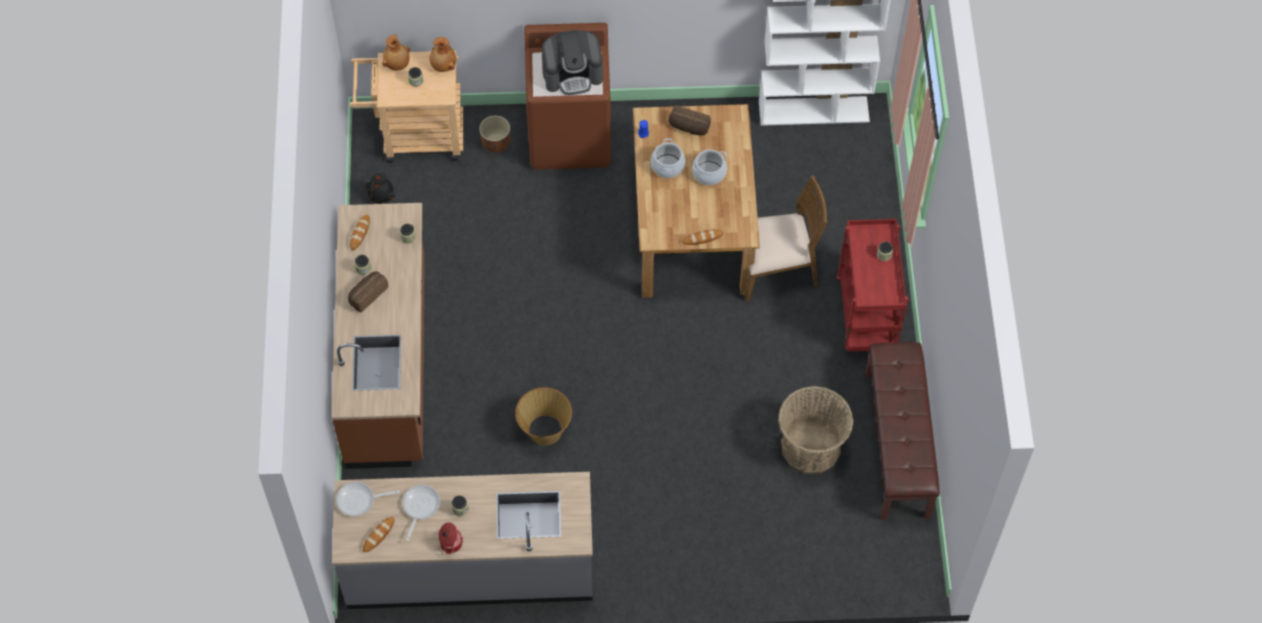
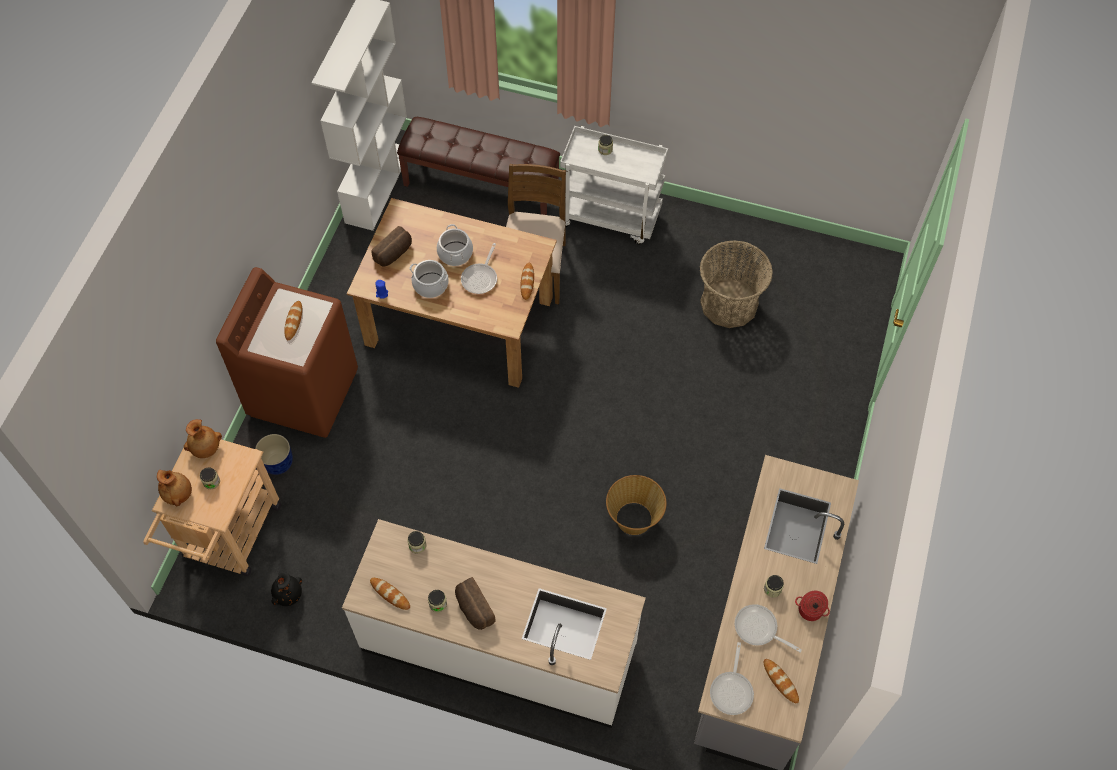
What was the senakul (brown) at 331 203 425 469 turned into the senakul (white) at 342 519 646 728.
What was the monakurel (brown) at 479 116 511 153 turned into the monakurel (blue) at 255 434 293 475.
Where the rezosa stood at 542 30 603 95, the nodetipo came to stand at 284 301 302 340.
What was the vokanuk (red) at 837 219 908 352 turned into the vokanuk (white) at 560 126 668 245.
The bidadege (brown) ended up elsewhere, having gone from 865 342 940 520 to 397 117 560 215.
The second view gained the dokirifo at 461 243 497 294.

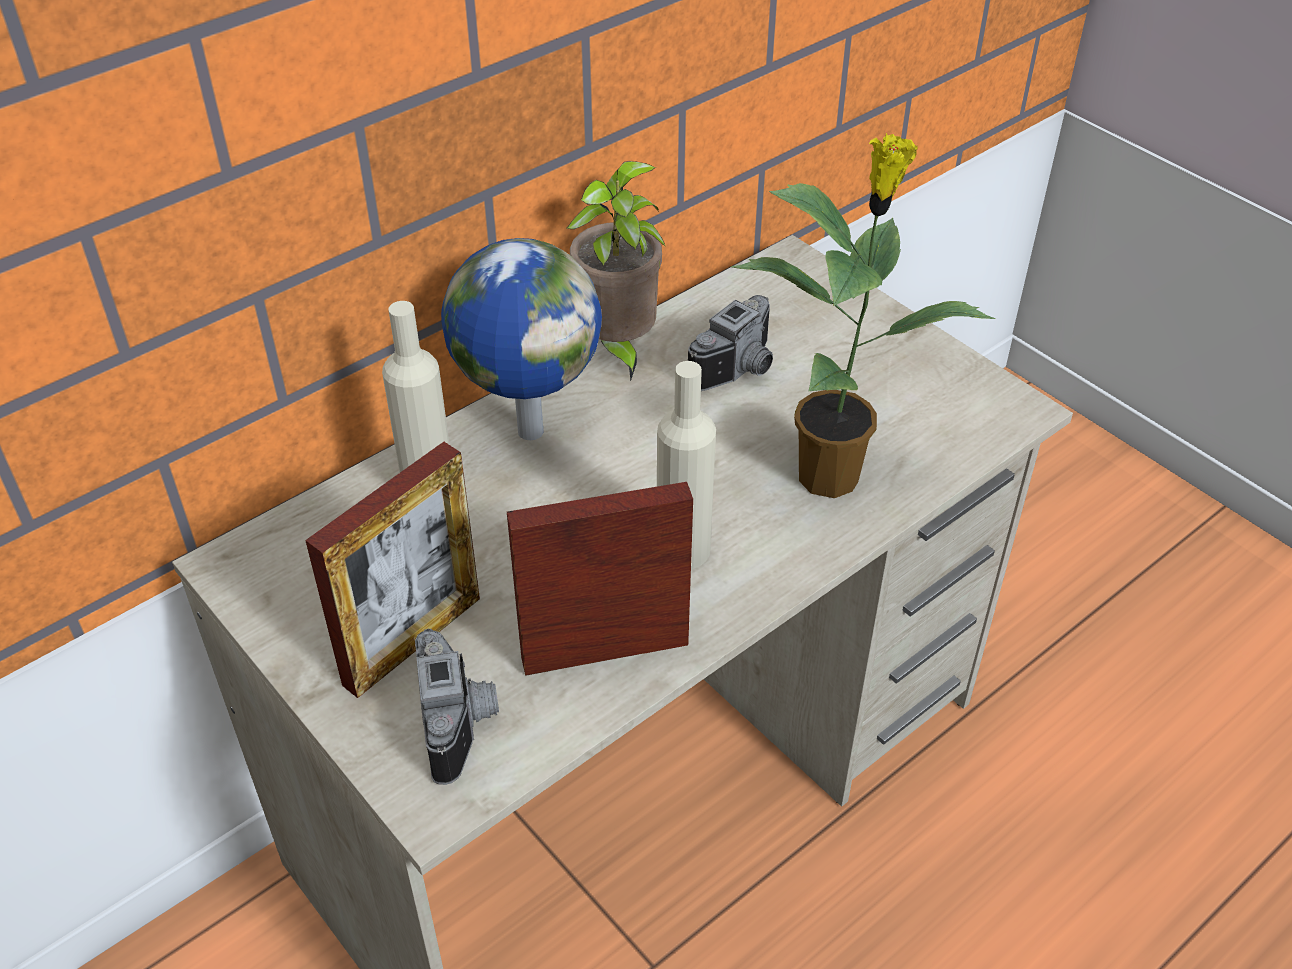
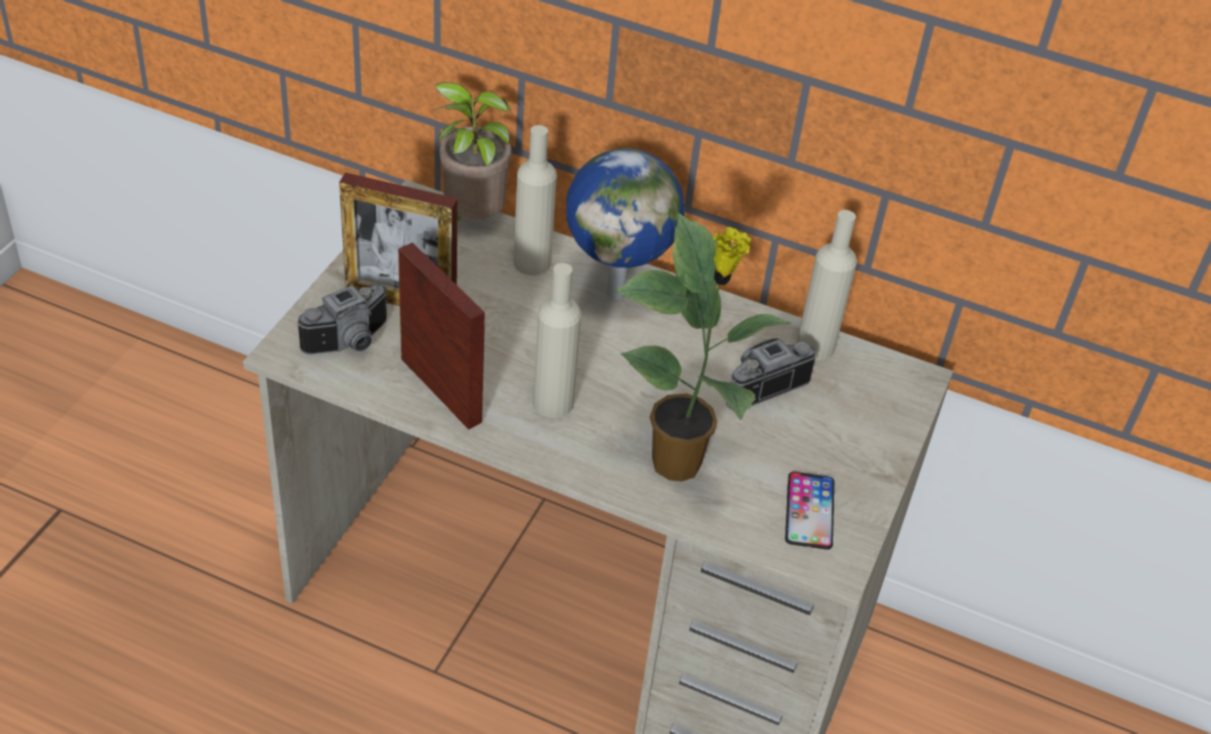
The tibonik ended up elsewhere, having gone from 567 161 666 382 to 430 83 512 223.
The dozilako at 688 295 773 391 ended up facing another way, 135 degrees clockwise from before.
The second view gained the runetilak at 785 472 834 550.
The second view gained the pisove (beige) at 796 210 857 360.

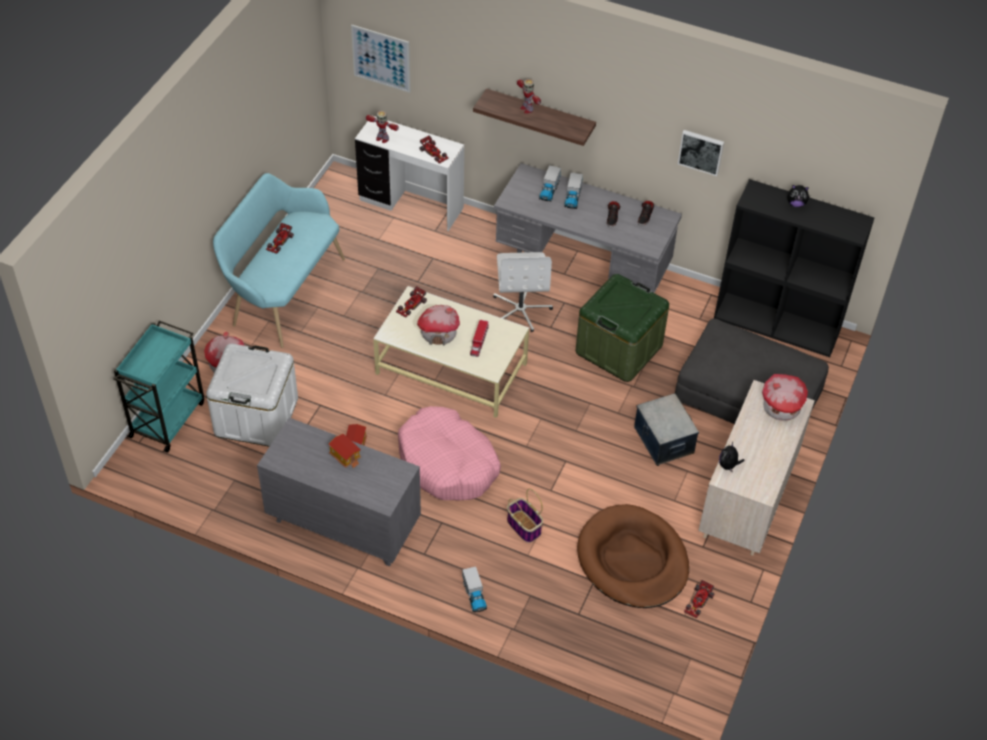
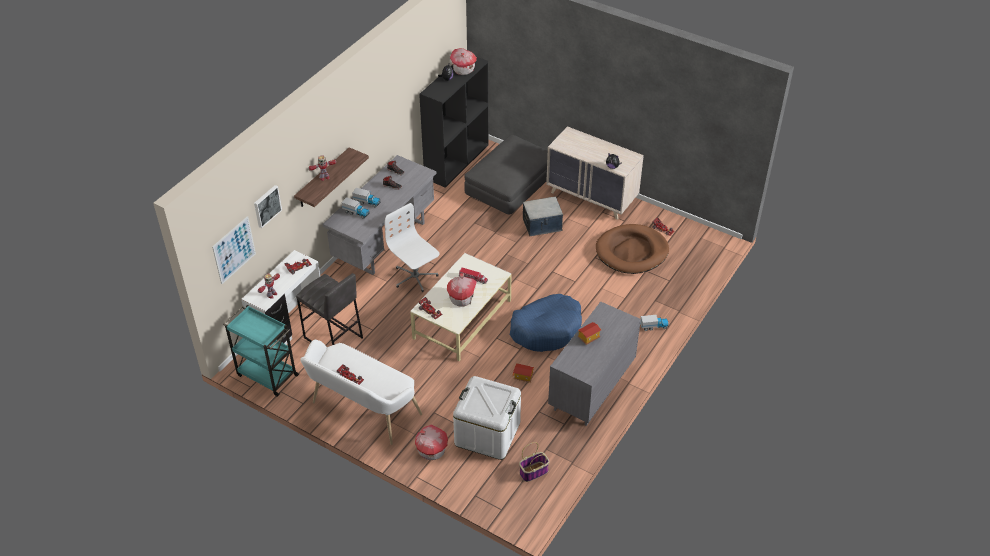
The vokanuk (turquoise) ended up elsewhere, having gone from 113 321 204 453 to 223 305 299 397.
What was the bidadege (turquoise) at 213 173 345 348 turned into the bidadege (white) at 300 340 422 445.
What was the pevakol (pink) at 398 406 501 501 turned into the pevakol (blue) at 510 294 582 352.
The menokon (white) at 493 252 553 332 ended up facing another way, 135 degrees counterclockwise from before.
The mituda ended up elsewhere, having gone from 507 488 543 543 to 519 442 550 482.
The second view lost the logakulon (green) at 576 274 669 382.
The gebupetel ended up elsewhere, having gone from 678 130 724 176 to 254 185 282 228.
The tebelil ended up elsewhere, having gone from 762 374 808 421 to 450 48 477 75.
The second view gained the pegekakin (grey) at 296 273 363 345.

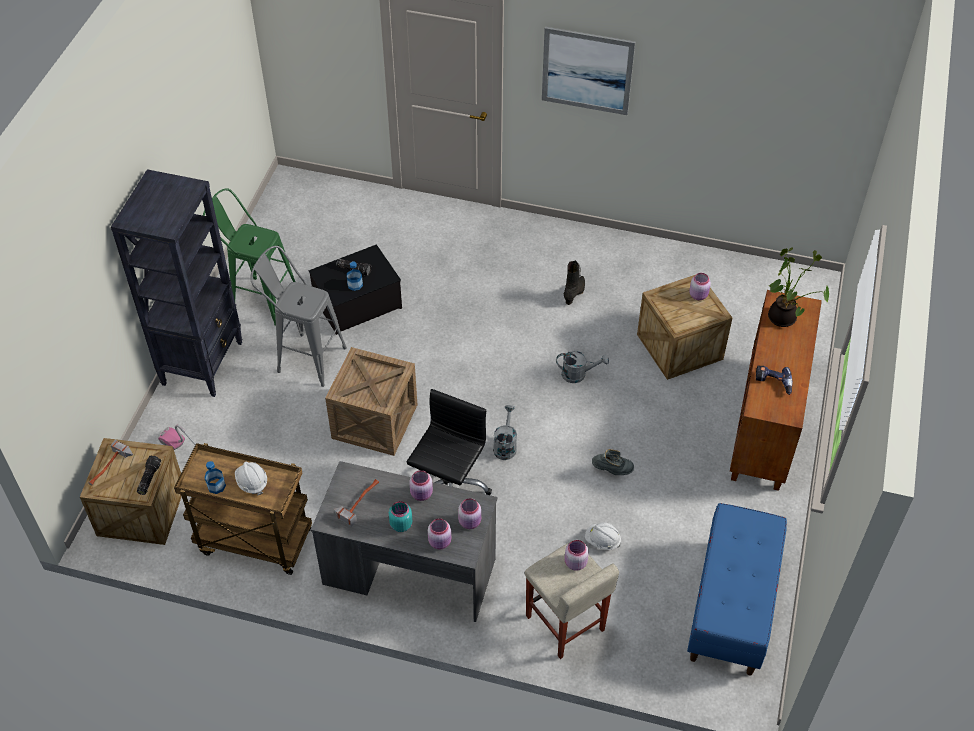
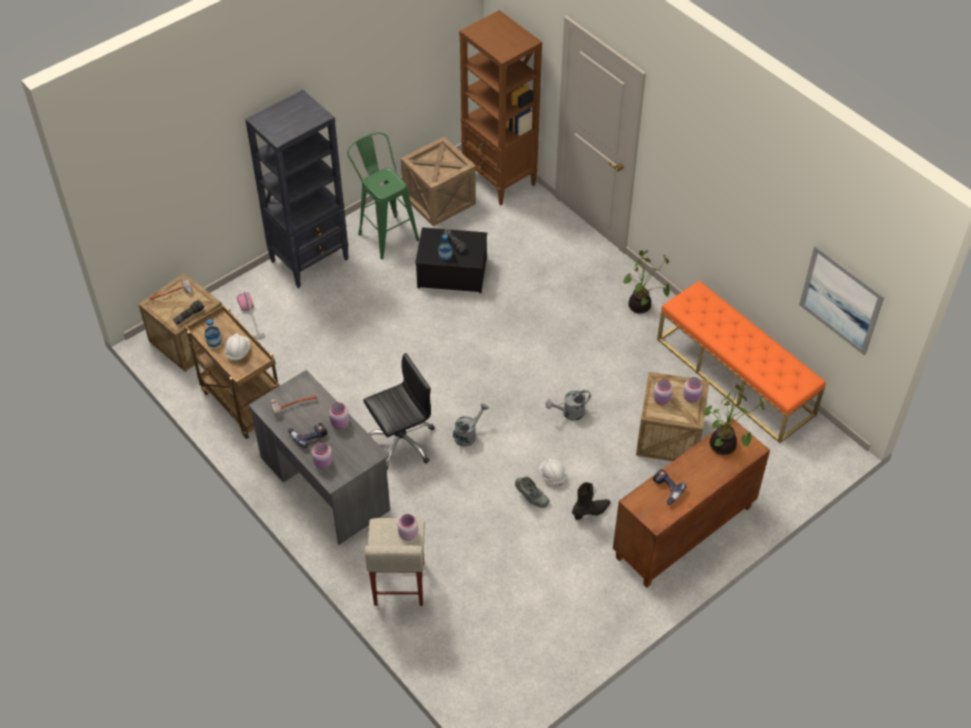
The second view lost the pegekakin (grey) at 251 246 347 387.
The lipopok ended up elsewhere, having gone from 325 347 417 456 to 401 137 476 226.
Where the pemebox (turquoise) stood at 389 501 412 532, the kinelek came to stand at 288 423 327 448.
The pemebox (pink) ended up elsewhere, having gone from 458 498 481 529 to 653 379 673 404.
The gebupetel ended up elsewhere, having gone from 542 27 635 115 to 799 246 885 355.
The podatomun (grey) at 556 351 609 383 ended up facing another way, 120 degrees clockwise from before.
The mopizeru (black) ended up elsewhere, having gone from 564 260 585 305 to 572 482 610 520.
The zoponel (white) ended up elsewhere, having gone from 585 522 621 550 to 539 459 566 486.
The second view lost the bidadege (blue) at 687 503 787 676.
The second view gained the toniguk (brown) at 459 10 542 205.
The second view gained the tibonik at 623 250 670 314.
The second view gained the bidadege (orange) at 657 280 826 443.

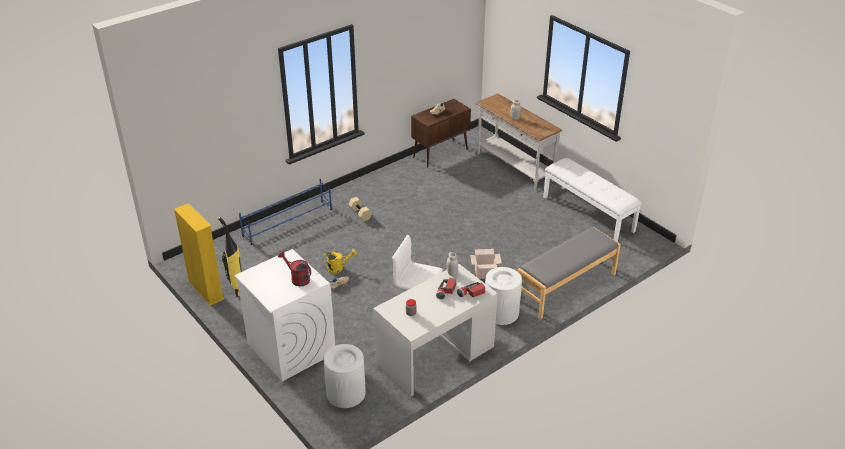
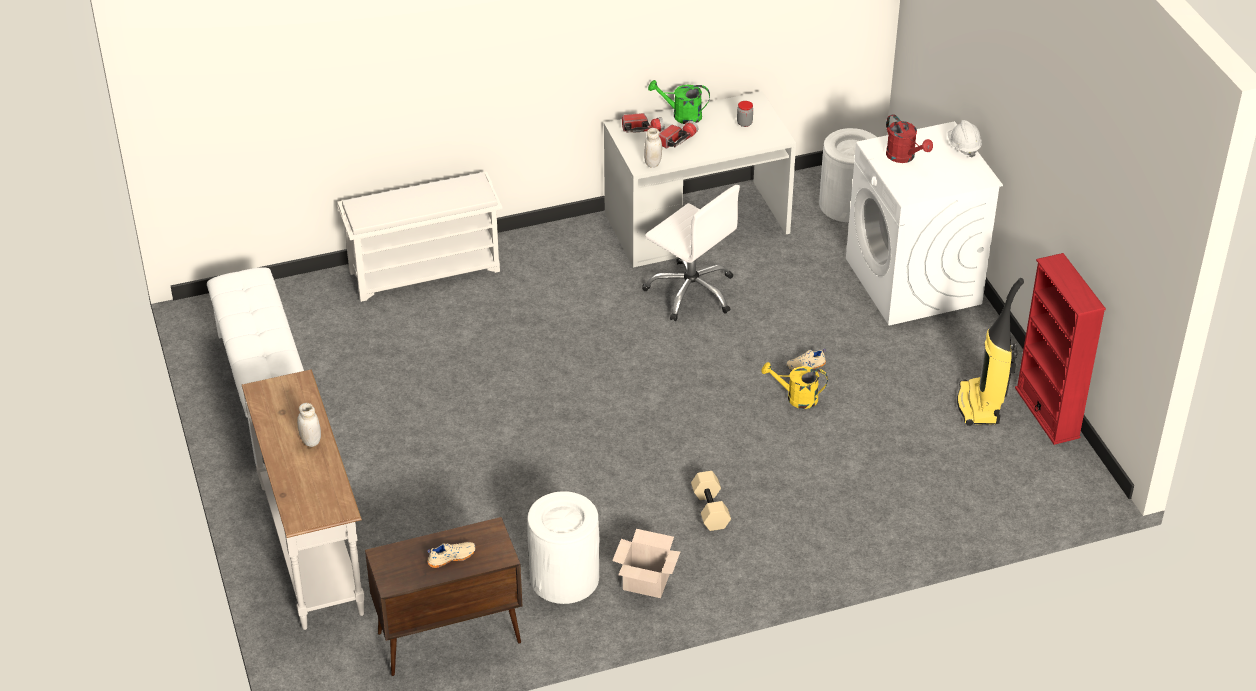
What was the toniguk (yellow) at 174 203 224 306 turned into the toniguk (red) at 1015 253 1106 445.
The second view lost the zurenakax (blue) at 239 179 332 245.
The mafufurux ended up elsewhere, having gone from 470 249 502 279 to 612 529 680 598.
The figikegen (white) ended up elsewhere, having gone from 485 267 522 325 to 527 491 600 604.
Where the bidadege (grey) stood at 518 227 621 319, the zurenakax (white) came to stand at 337 172 503 302.
The second view gained the podatomun (green) at 648 80 710 124.
The second view gained the zoponel (white) at 948 120 982 158.

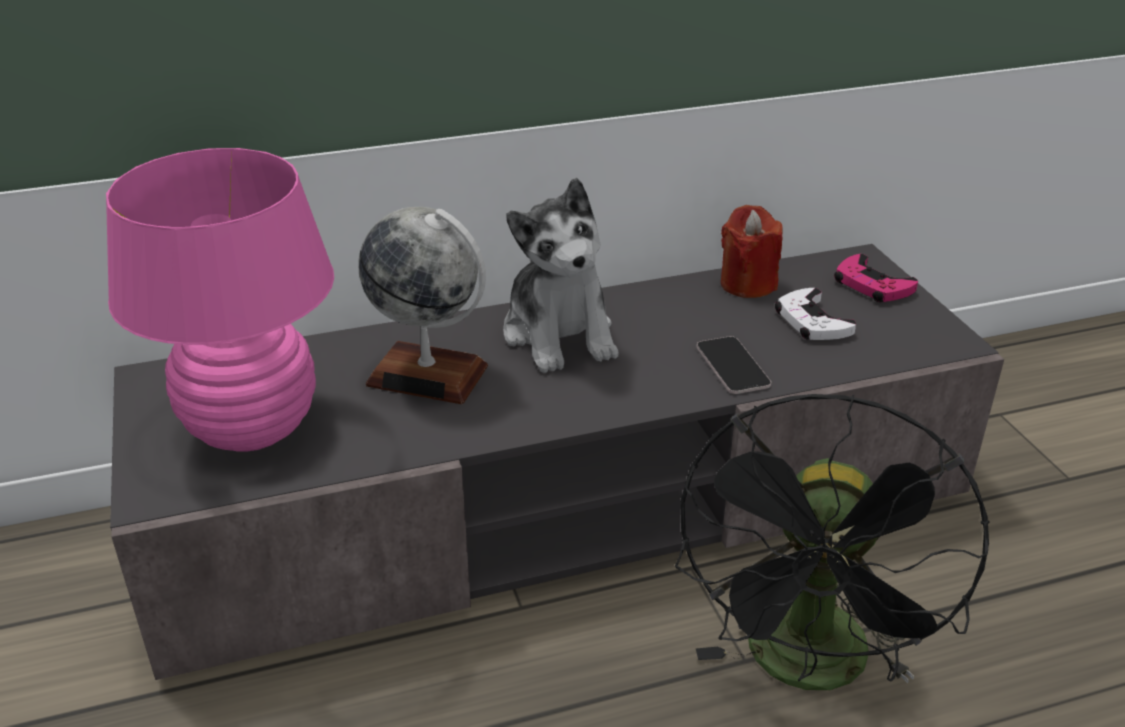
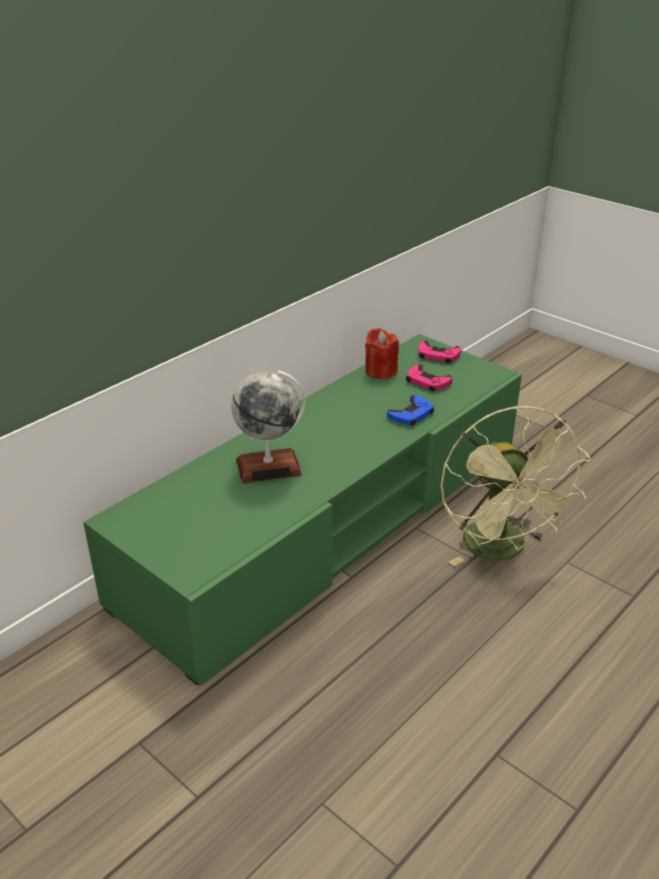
The second view lost the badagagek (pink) at 106 148 334 451.
What was the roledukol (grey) at 110 244 1004 680 turned into the roledukol (green) at 83 334 522 686.
The second view lost the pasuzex at 503 178 618 373.
What was the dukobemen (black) at 675 394 990 690 turned into the dukobemen (green) at 441 405 590 566.
Where the runetilak stood at 697 336 771 394, the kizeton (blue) came to stand at 387 395 434 426.
What was the kizeton (white) at 775 288 856 340 turned into the kizeton (pink) at 406 364 452 391.

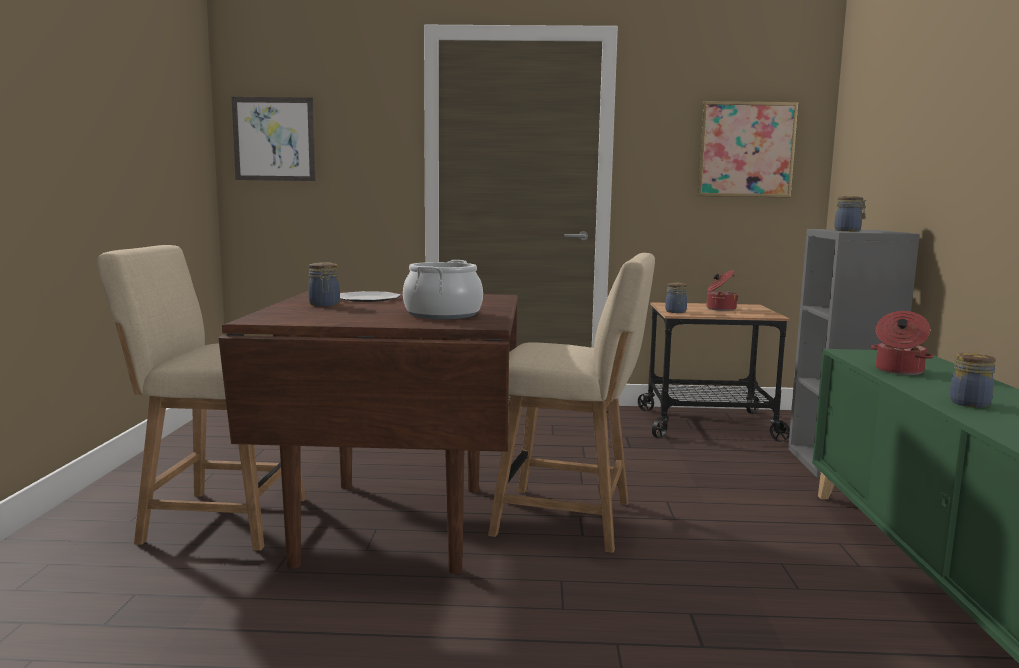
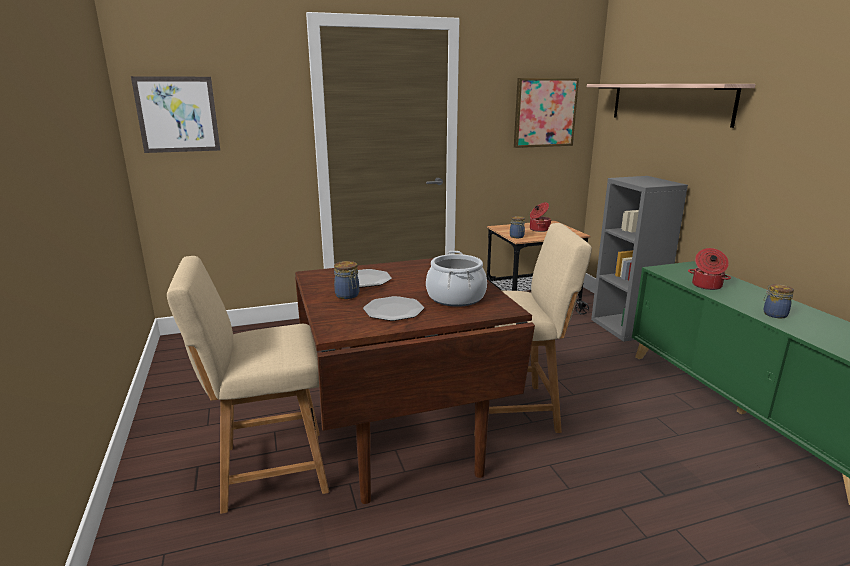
The second view lost the pemebox at 834 196 866 231.
The second view gained the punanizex at 363 296 424 321.
The second view gained the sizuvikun at 587 84 756 128.

